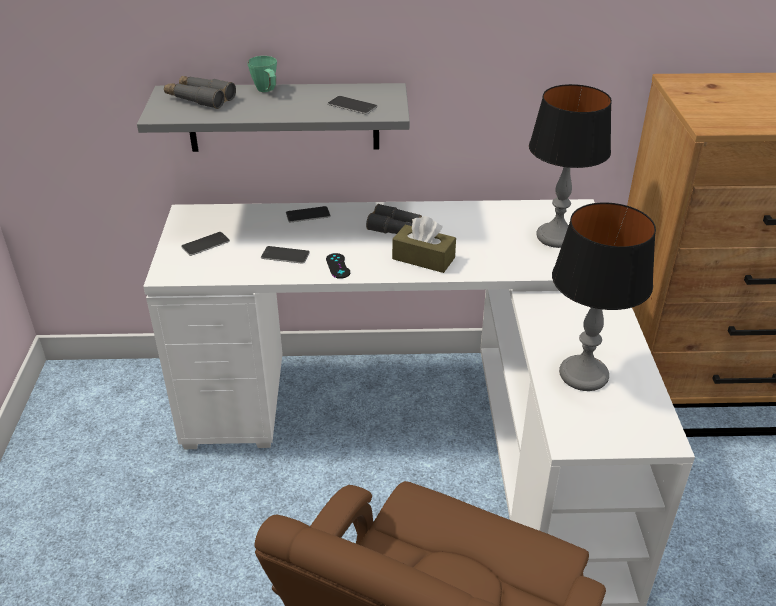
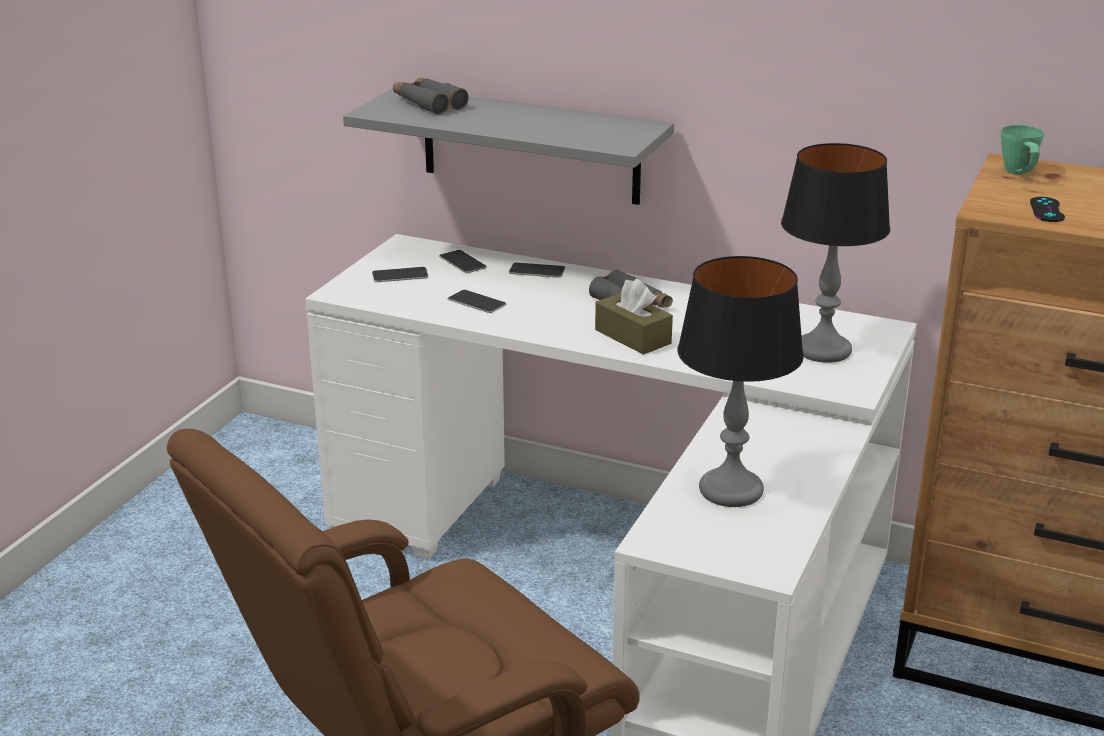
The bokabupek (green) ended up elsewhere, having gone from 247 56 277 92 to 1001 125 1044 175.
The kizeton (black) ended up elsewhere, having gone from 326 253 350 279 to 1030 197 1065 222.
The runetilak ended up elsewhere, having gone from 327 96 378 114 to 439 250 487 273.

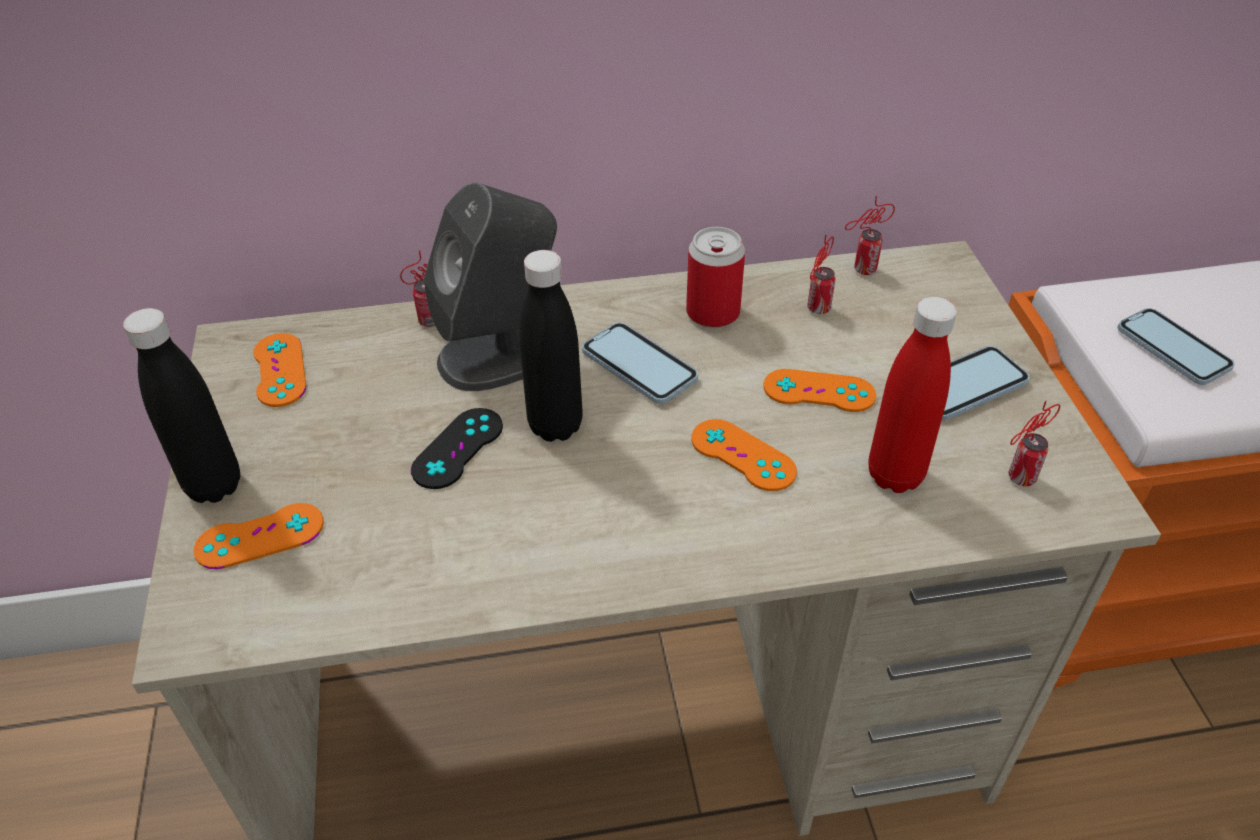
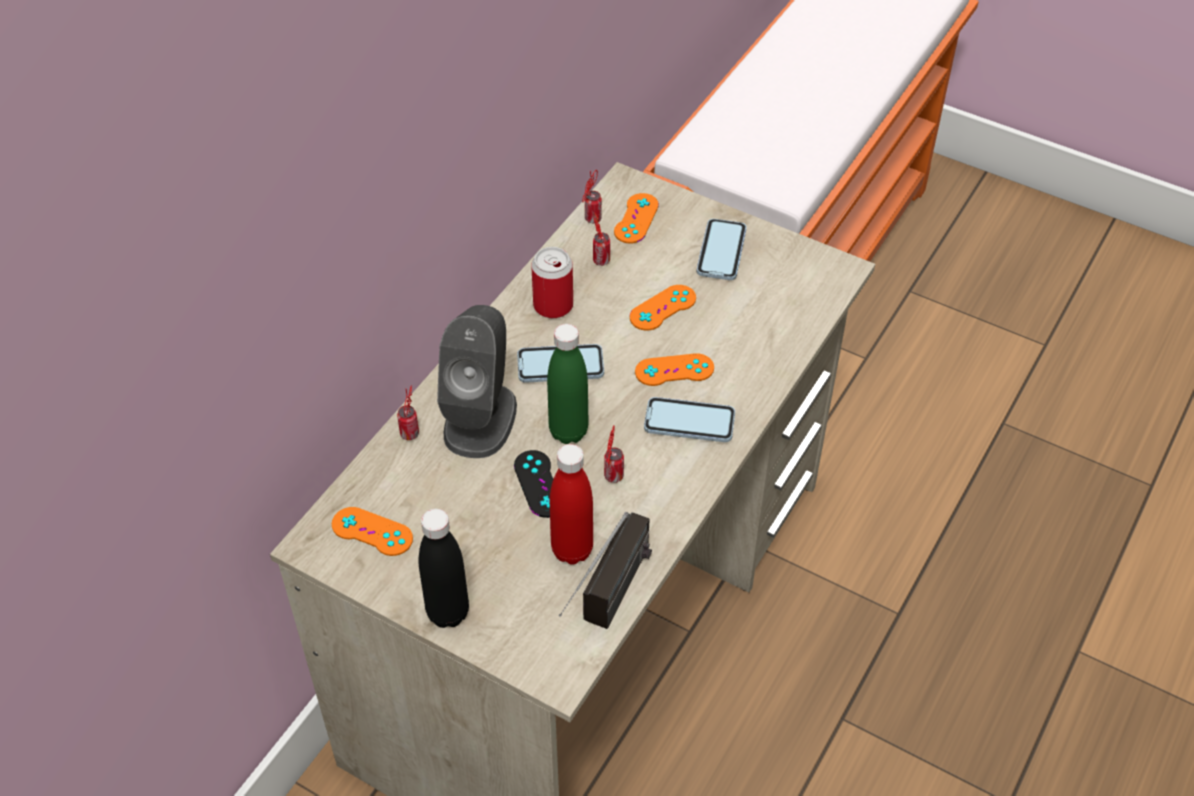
The kizeton (orange) ended up elsewhere, having gone from 194 503 324 570 to 614 193 659 244.
What was the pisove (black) at 520 250 583 442 turned into the pisove (green) at 547 324 589 444.
The pisove (red) ended up elsewhere, having gone from 868 297 957 493 to 550 444 593 565.
The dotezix ended up elsewhere, having gone from 1008 401 1060 486 to 604 425 624 483.
The runetilak ended up elsewhere, having gone from 1118 308 1235 385 to 644 397 735 442.
The second view gained the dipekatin at 559 512 652 629.

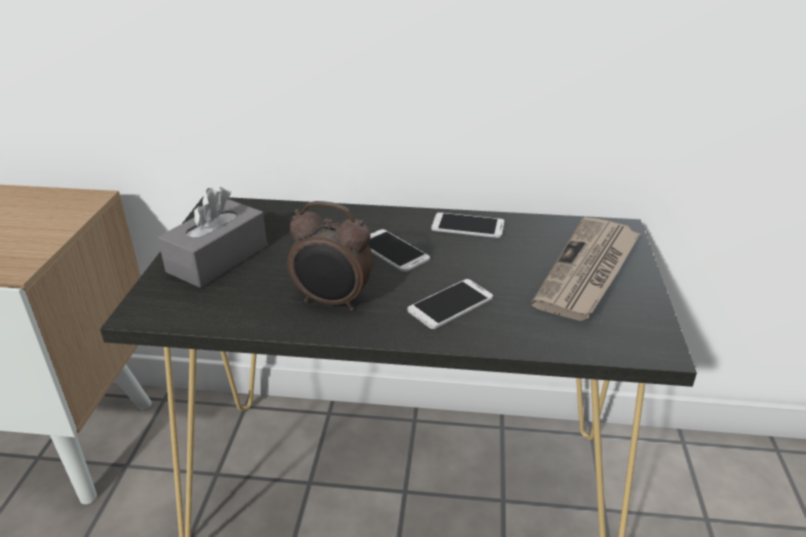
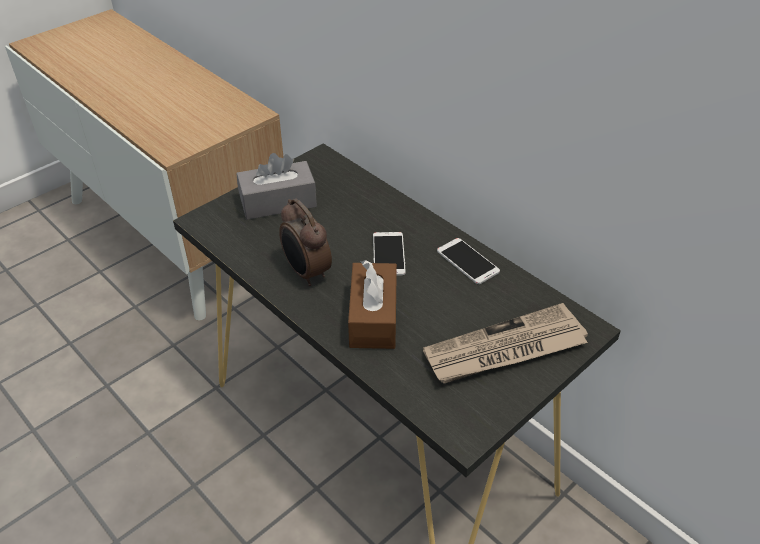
Where the runetilak stood at 407 279 493 329, the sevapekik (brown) came to stand at 348 260 397 349.

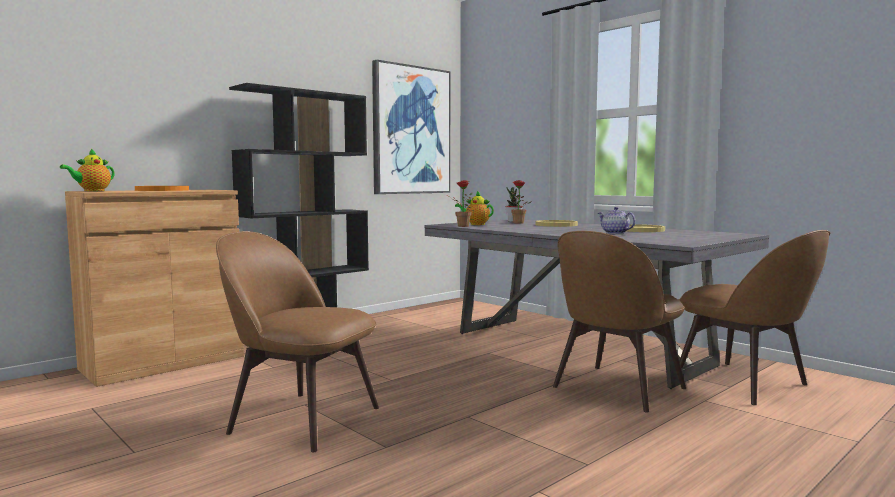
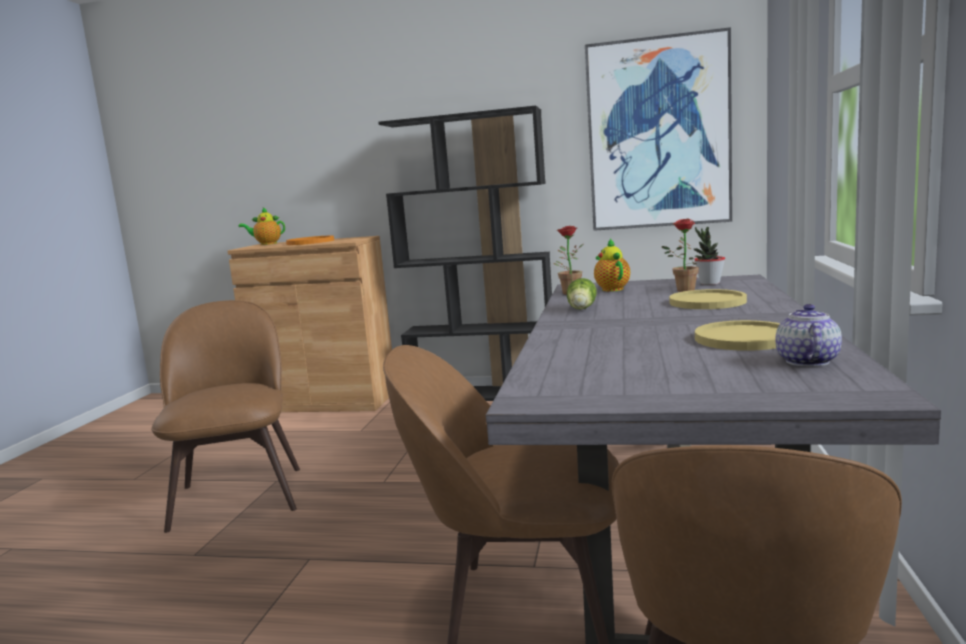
The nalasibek ended up elsewhere, having gone from 598 207 636 234 to 776 304 842 367.
The second view gained the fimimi at 567 278 597 310.

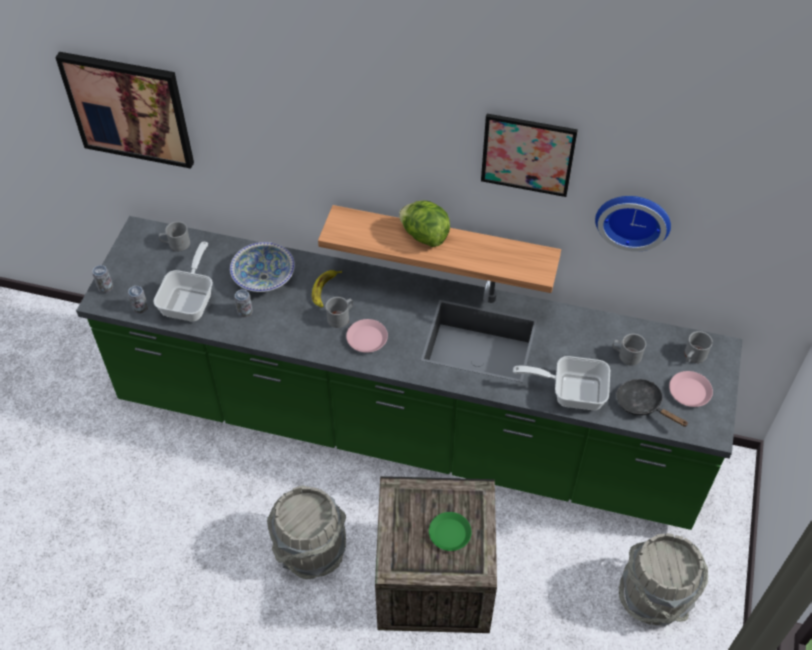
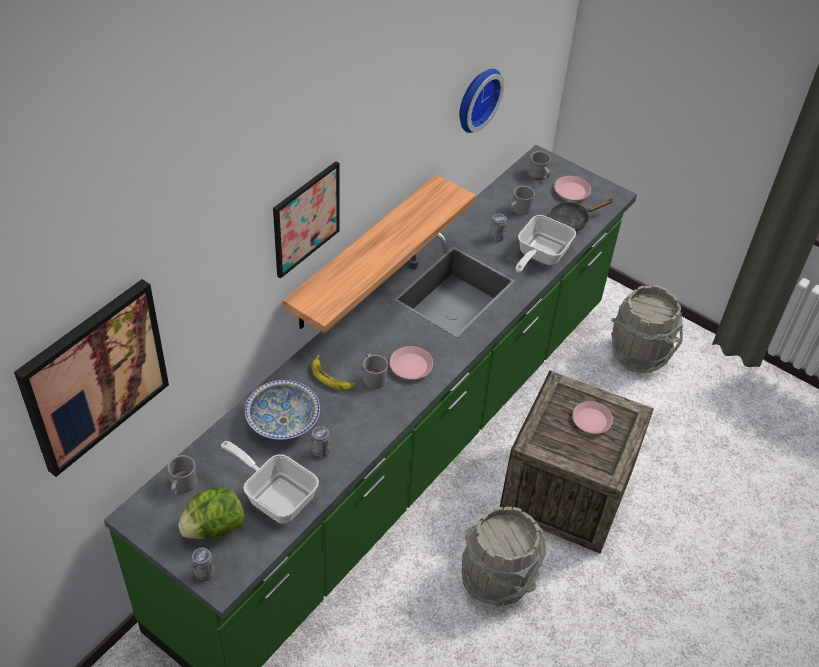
The dotezix ended up elsewhere, having gone from 128 286 148 314 to 490 214 507 242.
The fimimi ended up elsewhere, having gone from 399 201 450 247 to 178 487 245 539.
What was the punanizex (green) at 429 512 472 551 turned into the punanizex (pink) at 572 401 613 434.
The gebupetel ended up elsewhere, having gone from 481 114 578 197 to 273 161 340 279.

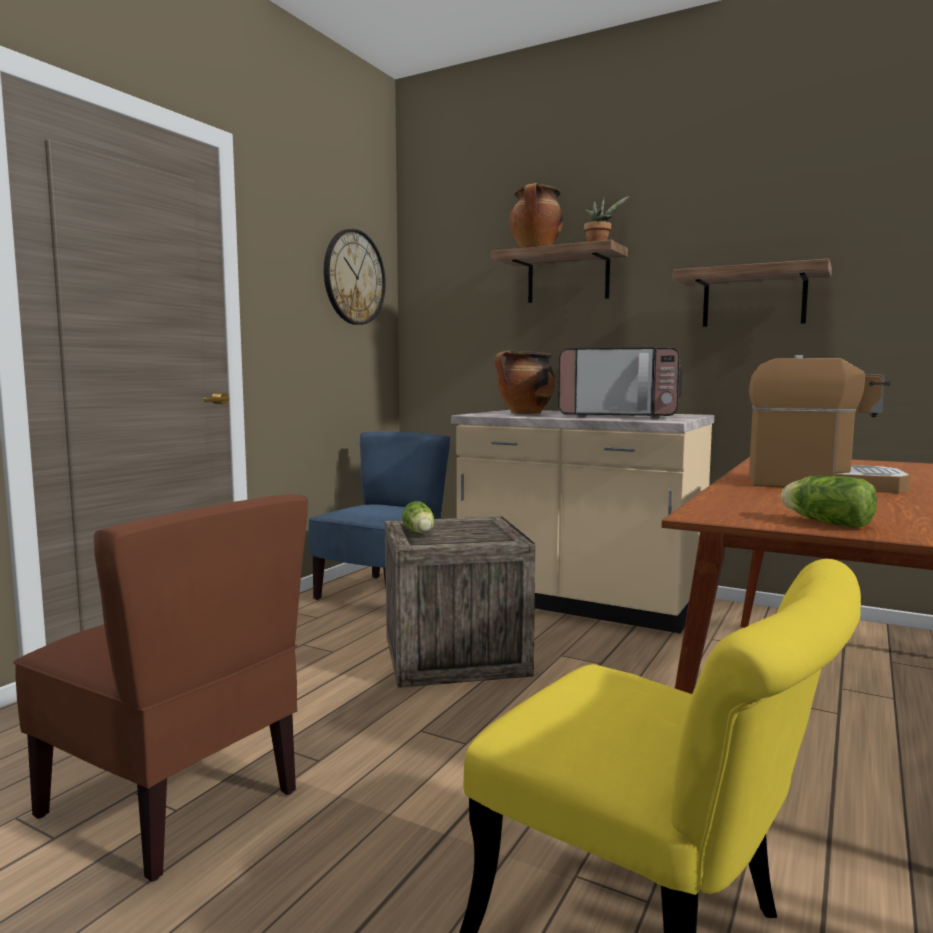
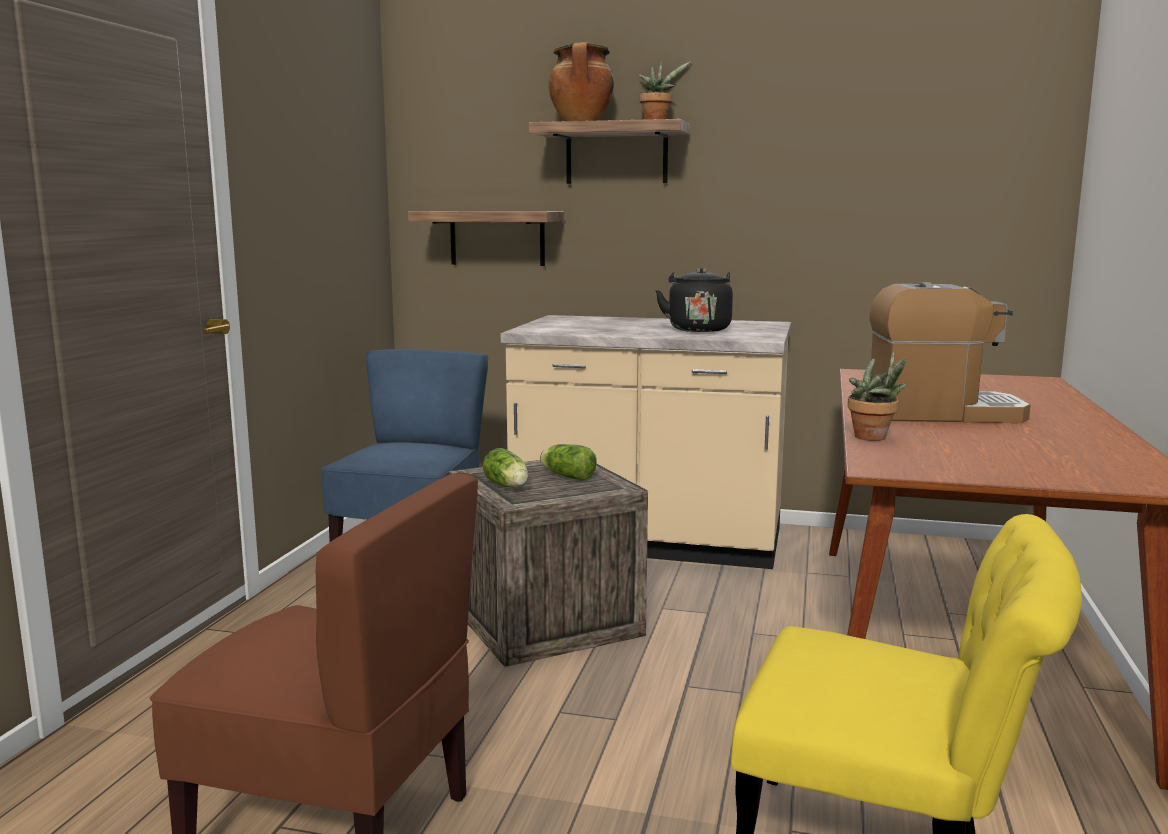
The second view lost the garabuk at 324 229 386 325.
The second view lost the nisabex at 495 350 555 414.
Where the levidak stood at 558 347 682 418, the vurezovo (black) came to stand at 655 268 733 332.
The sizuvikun ended up elsewhere, having gone from 673 259 832 327 to 408 211 564 266.
The fimimi ended up elsewhere, having gone from 781 476 877 528 to 540 444 597 481.
The second view gained the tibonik at 847 350 908 441.

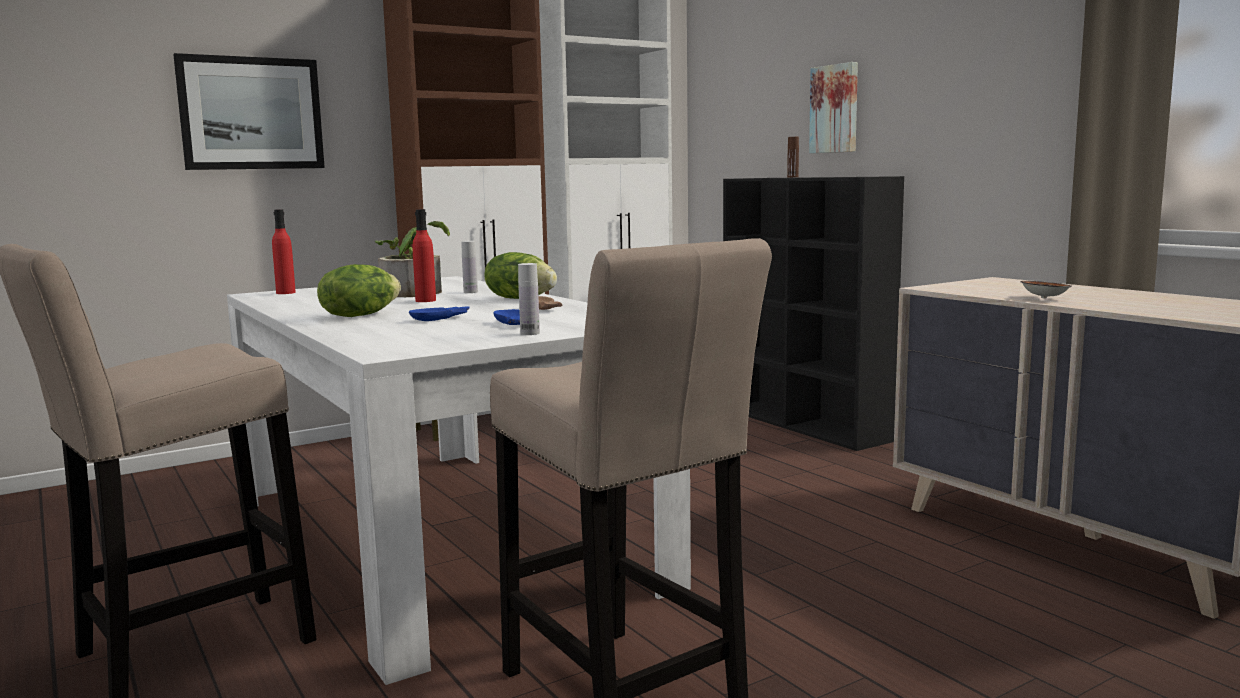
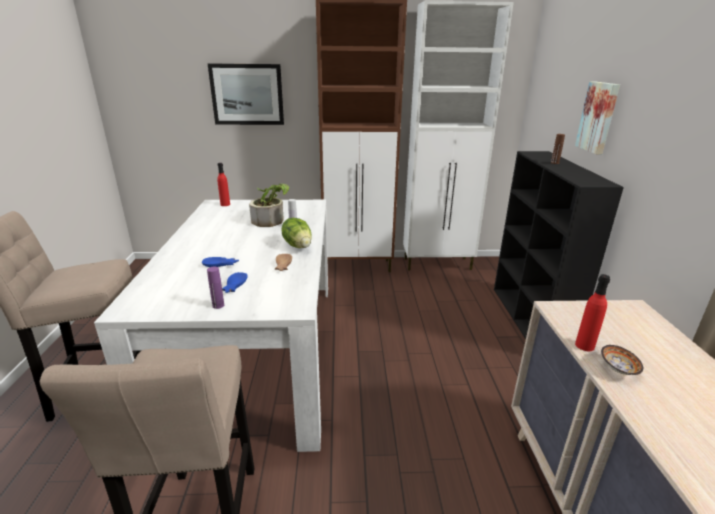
The second view lost the fimimi at 317 264 401 317.
The pisove (red) ended up elsewhere, having gone from 412 209 436 302 to 575 274 610 351.
What was the pisove (white) at 518 263 540 335 turned into the pisove (purple) at 207 267 224 309.

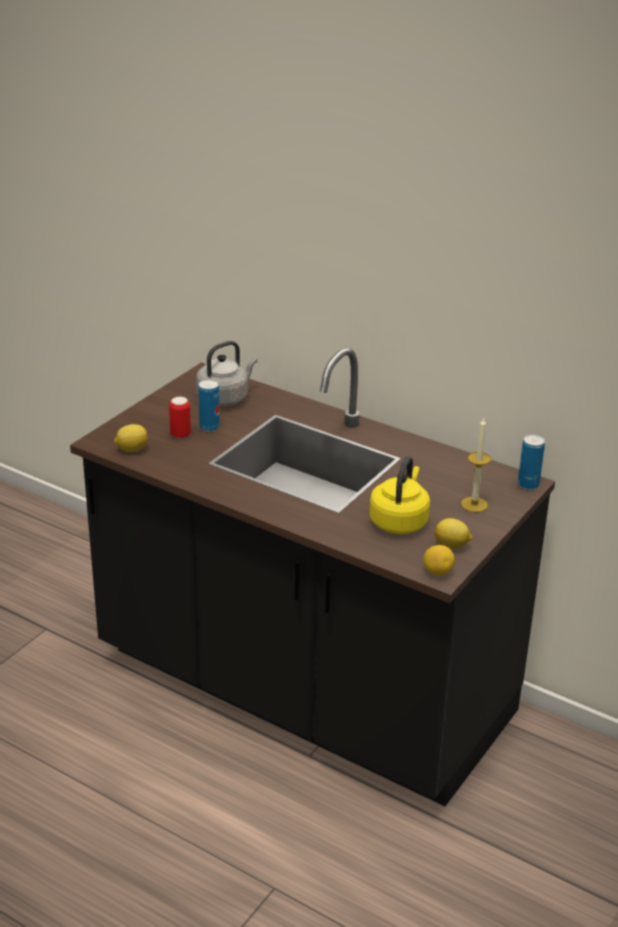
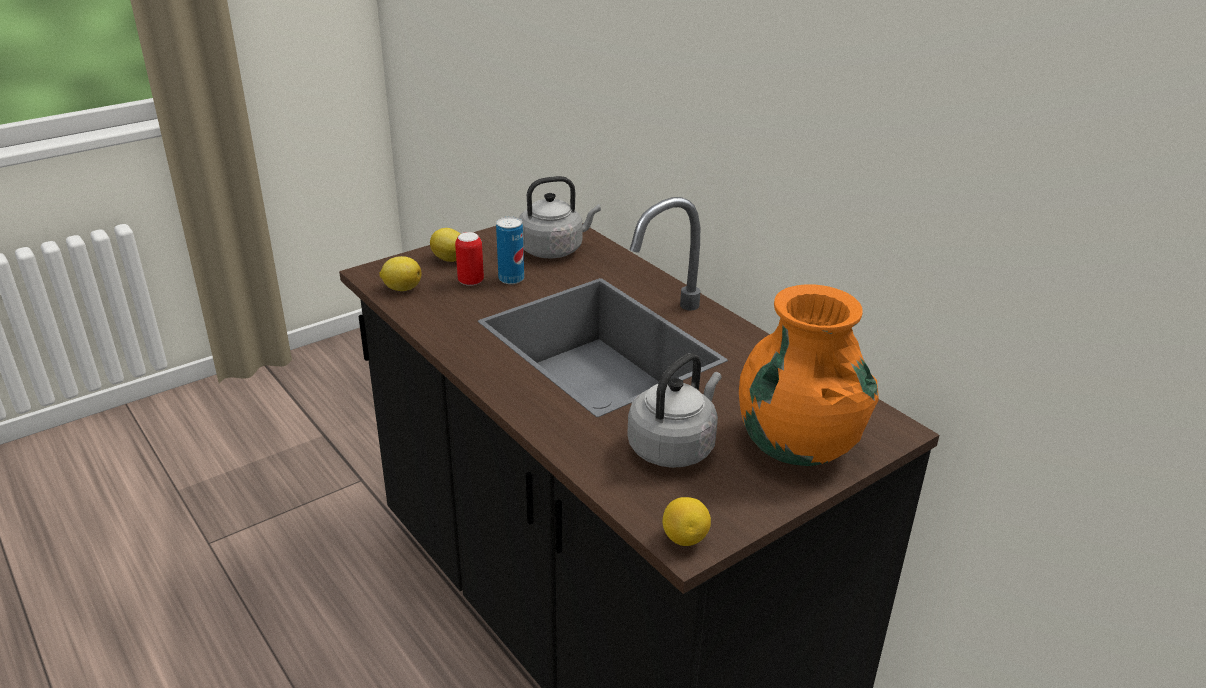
What was the vurezovo (yellow) at 369 456 430 534 turned into the vurezovo (grey) at 627 353 722 468.
The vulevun ended up elsewhere, having gone from 434 518 472 549 to 430 228 460 262.
Where the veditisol stood at 461 417 491 512, the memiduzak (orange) came to stand at 739 284 879 466.
The second view lost the dotezix at 518 434 545 490.

